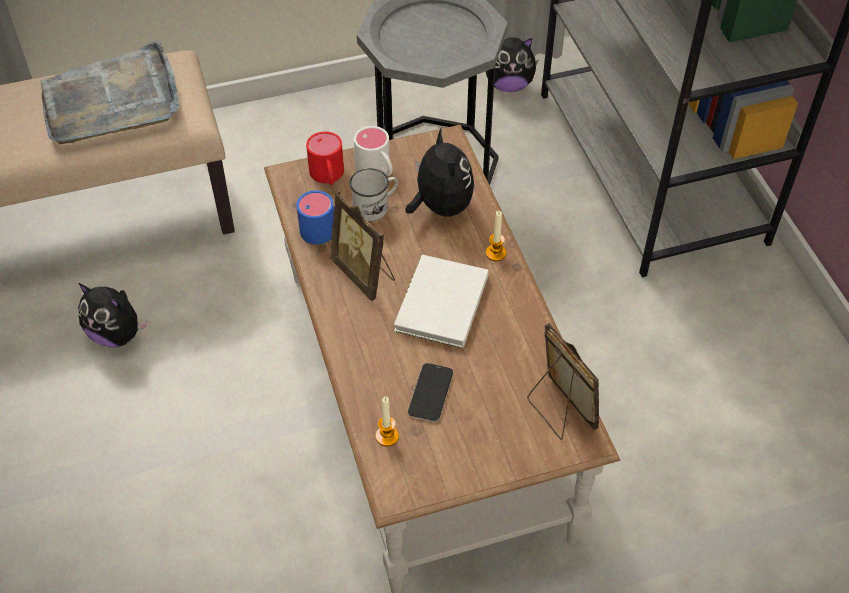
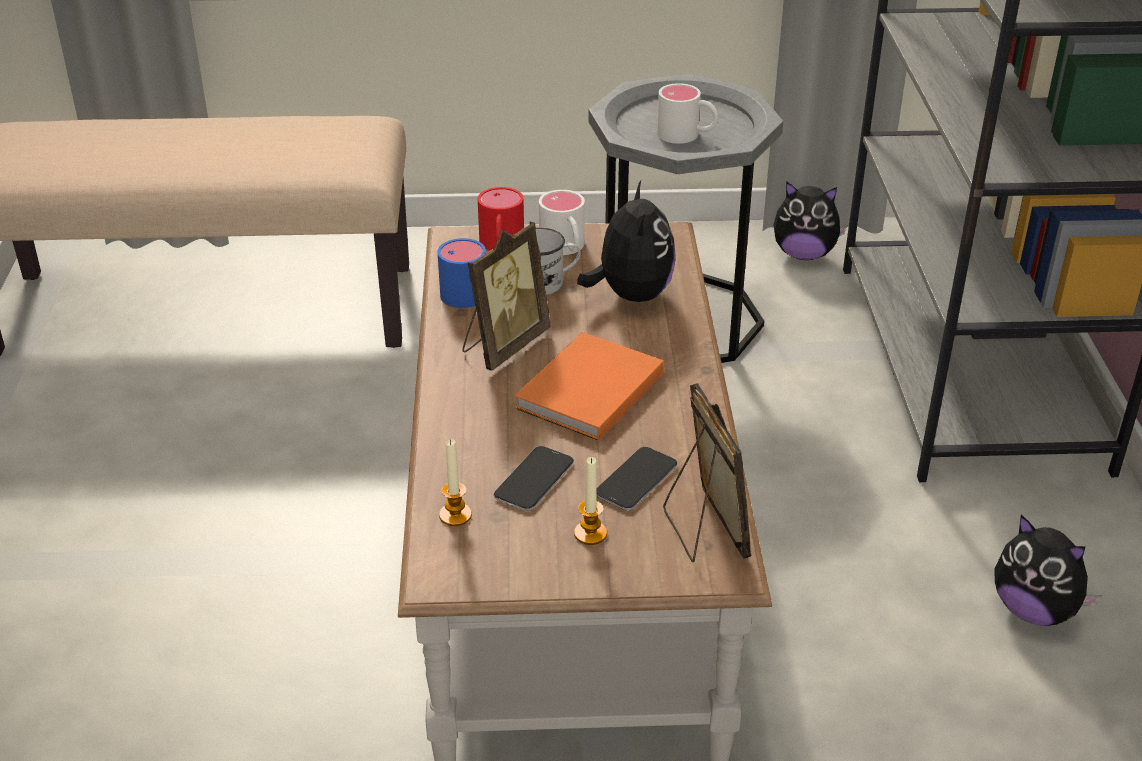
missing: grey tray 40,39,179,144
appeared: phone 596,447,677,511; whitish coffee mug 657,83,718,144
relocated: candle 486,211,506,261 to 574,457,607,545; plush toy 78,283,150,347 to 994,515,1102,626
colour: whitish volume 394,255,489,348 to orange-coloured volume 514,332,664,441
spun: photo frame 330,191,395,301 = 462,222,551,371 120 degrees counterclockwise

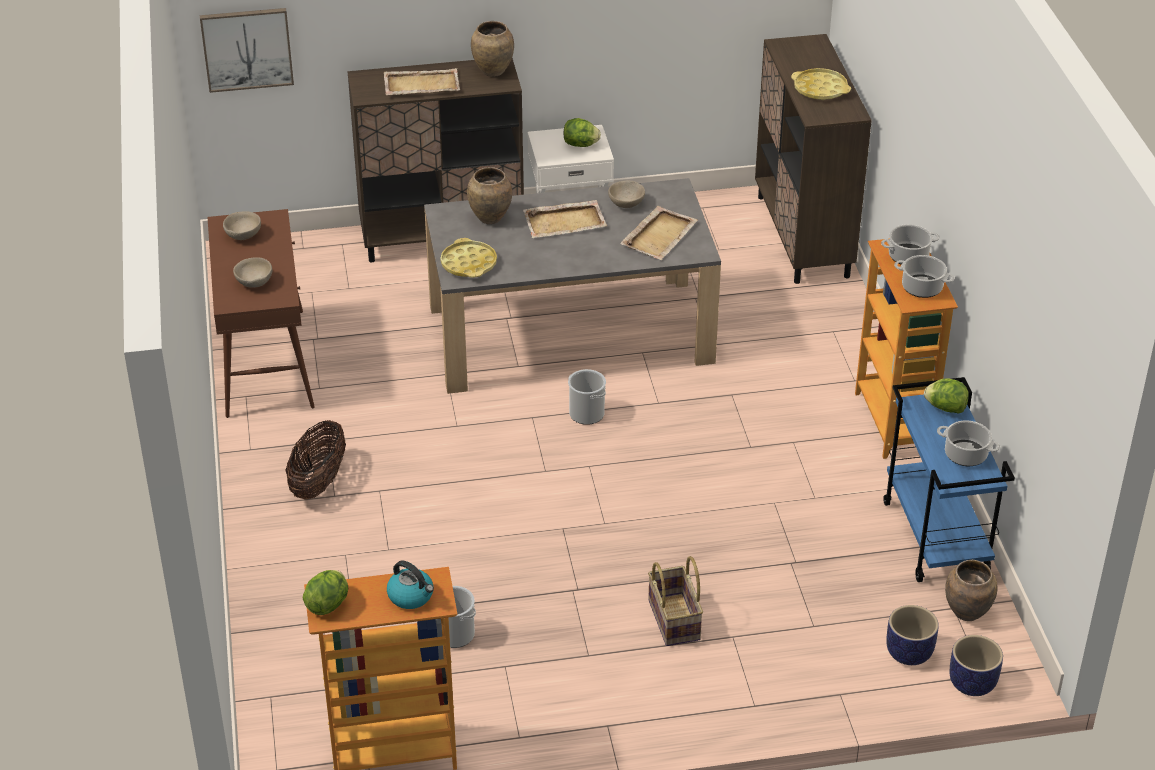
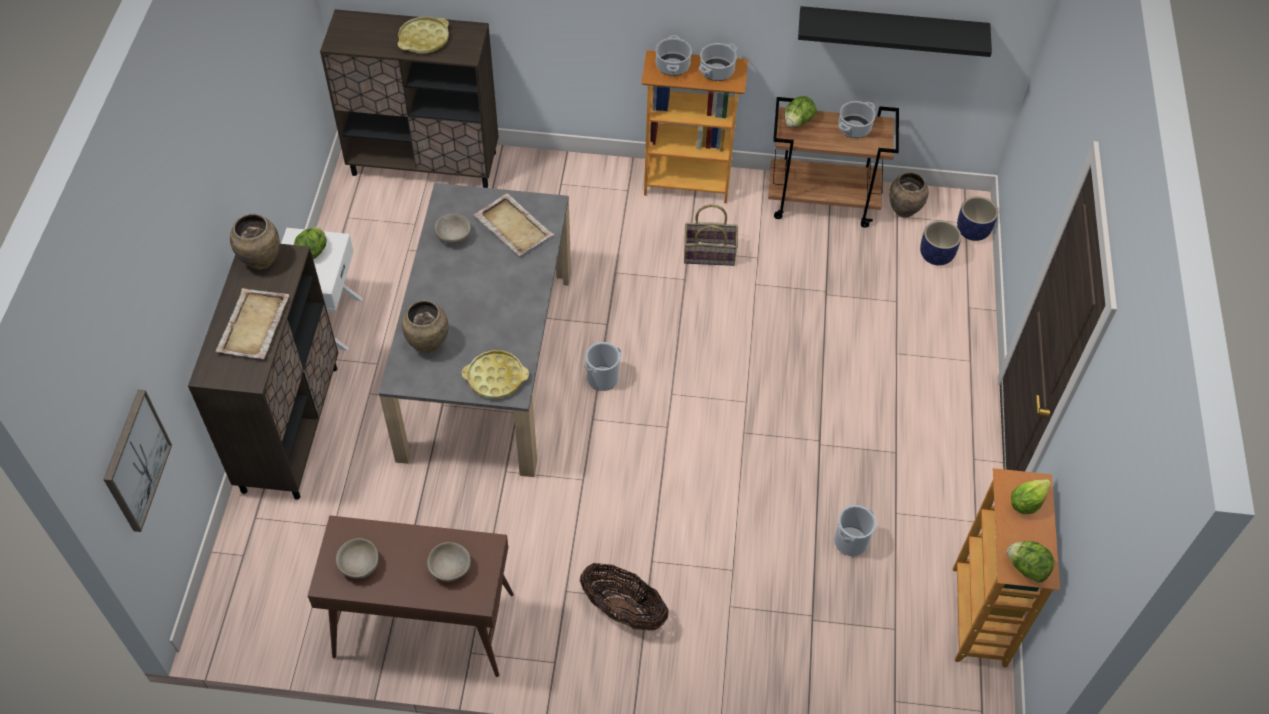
missing: beige tray 523,200,607,238
appeared: blackish bracket shelf 798,6,992,57
relocated: basket 648,556,703,646 to 684,204,738,266
exchanged: kettle 387,560,434,609 to head of lettuce 1011,479,1051,514
colour: bluish trolley 883,377,1015,582 to brown trolley 768,97,899,227

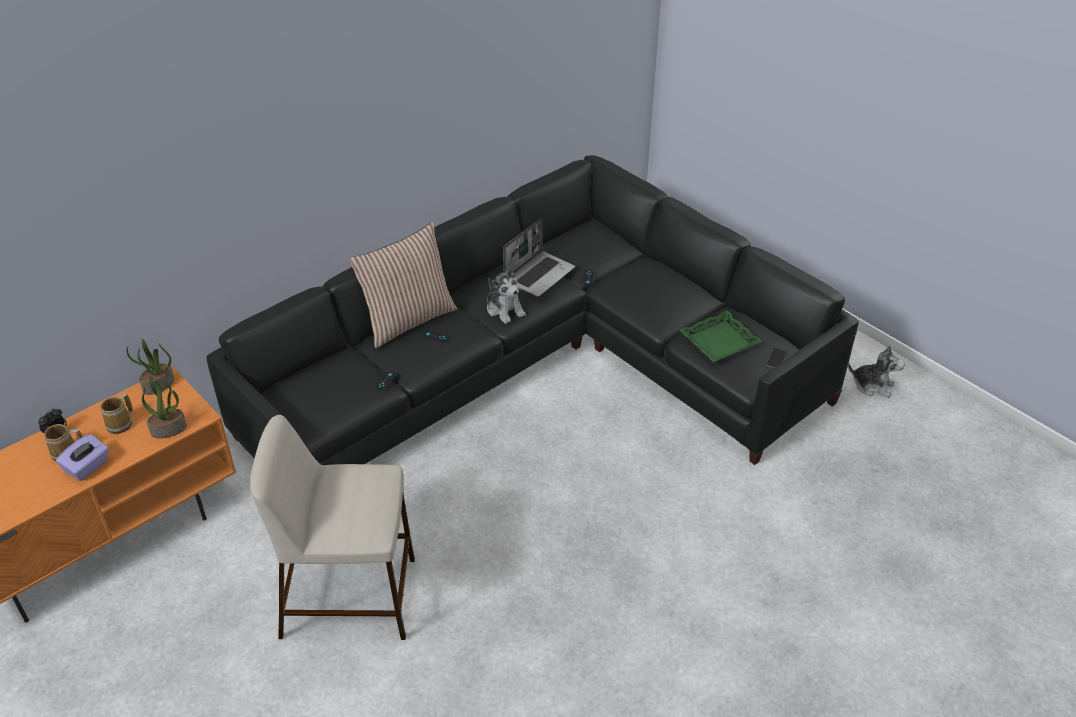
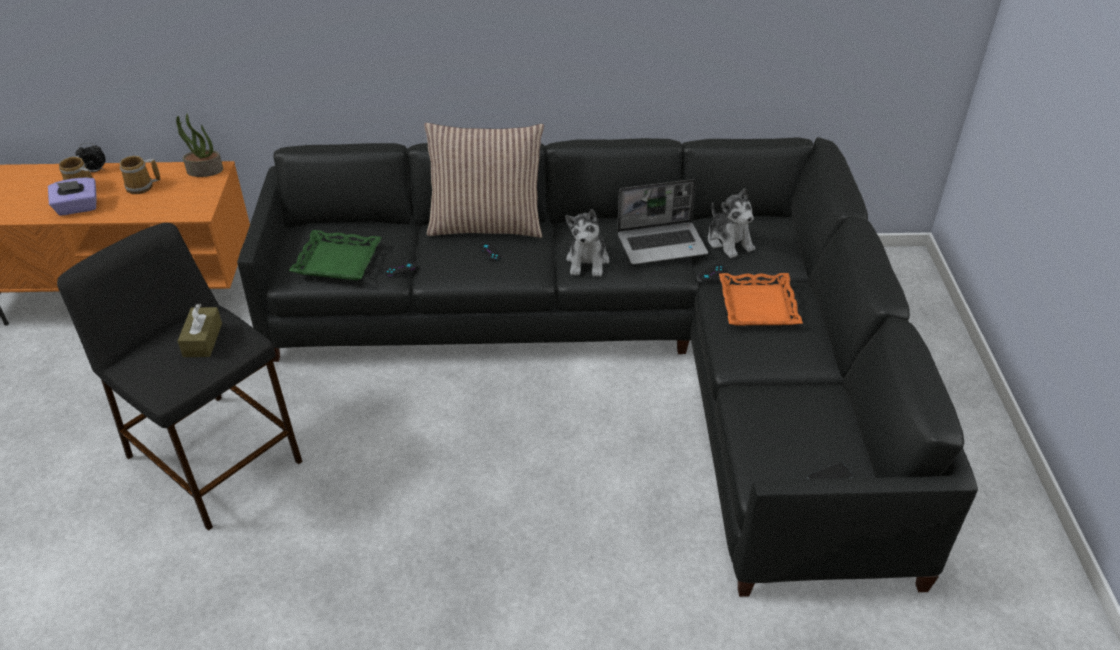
missing: houseplant 142,375,187,439
appeared: brown tissue holder 178,304,222,357; orange-coloured tray 719,273,803,325
relocated: green-coloured tray 679,310,762,362 to 289,230,382,280; plush toy 848,345,905,398 to 708,188,755,258
colour: beige stool seat 250,415,415,640 to blackish stool seat 57,223,303,531

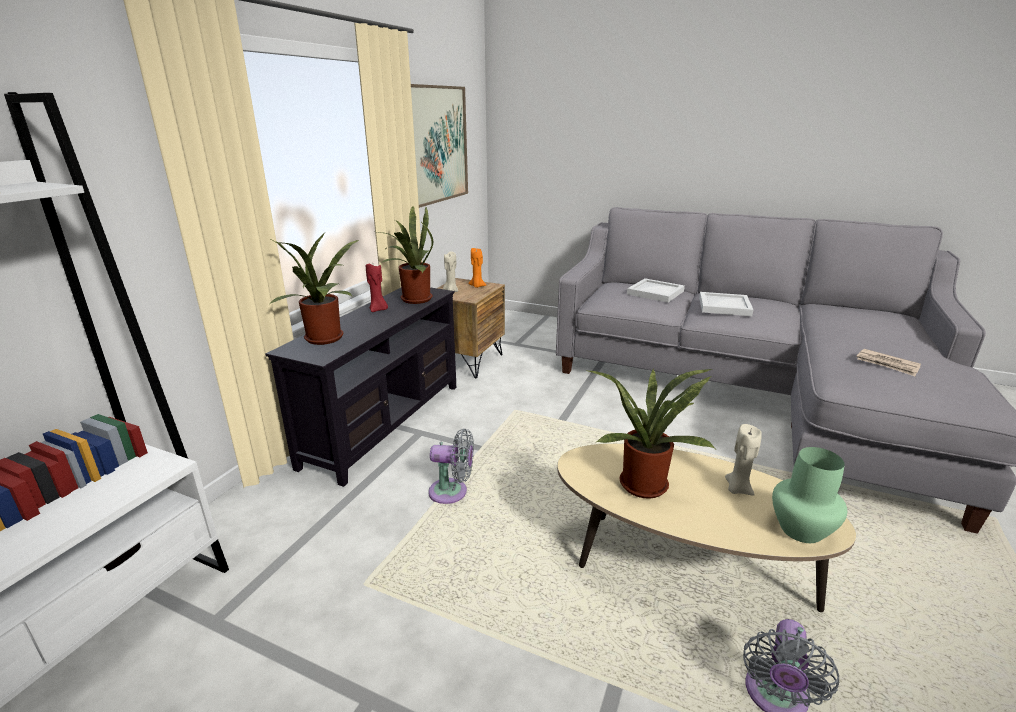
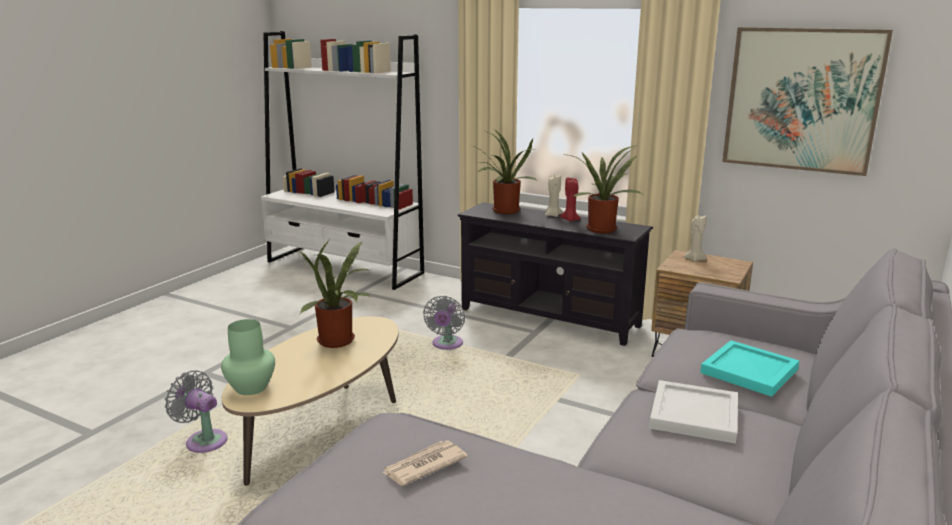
missing: orange-coloured candle 468,248,486,288
relocated: beige candle 725,424,762,496 to 545,174,563,217
colour: whitish tray 627,278,685,303 to turquoise tray 700,340,800,397

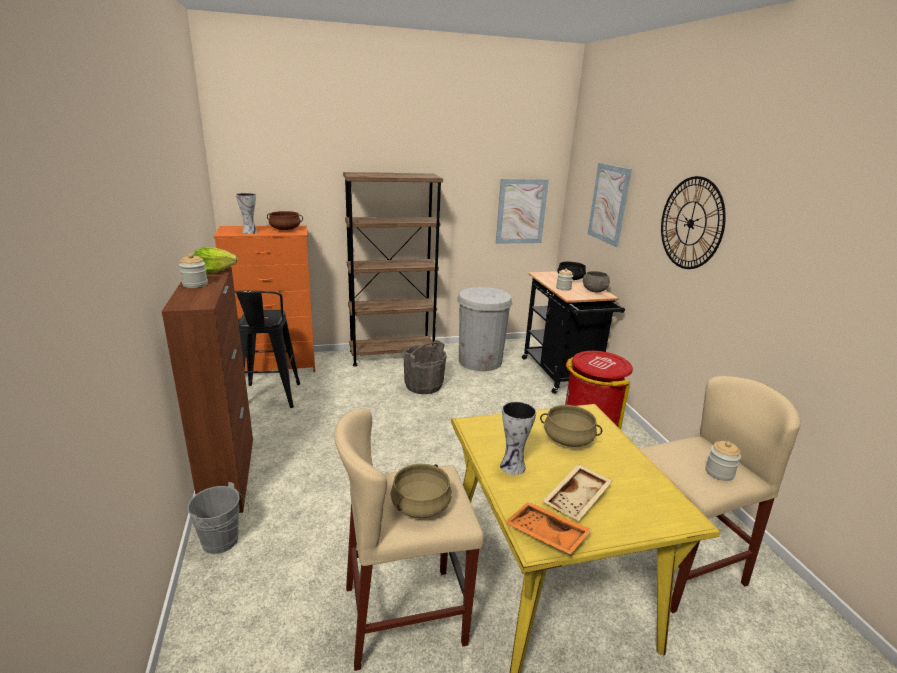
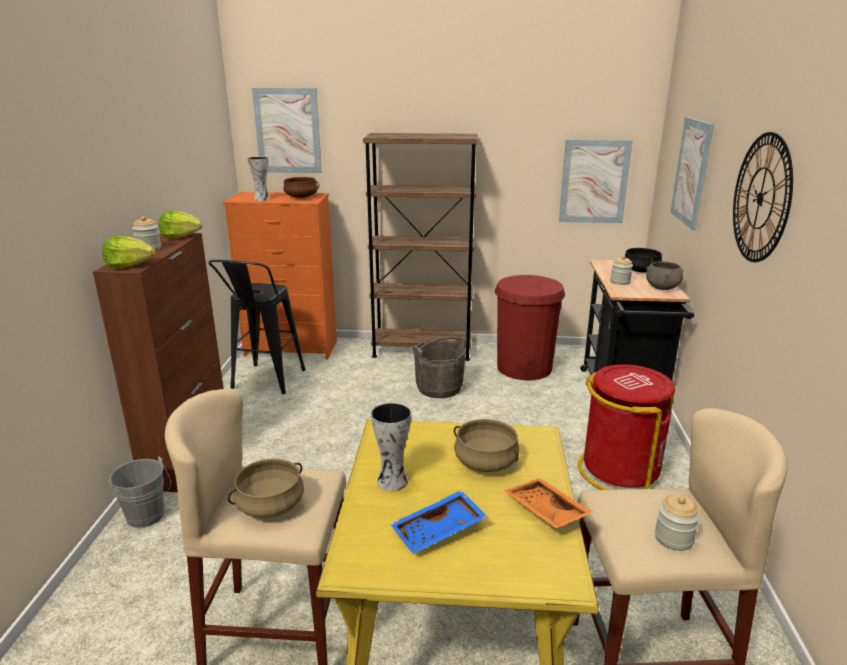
appeared: head of lettuce 102,236,155,268; wall art 252,88,322,173
relocated: orange-coloured tray 505,502,592,554 to 504,478,594,528
colour: beige tray 543,464,612,521 to bluish tray 390,490,487,554; whitish waste bin 457,287,513,371 to reddish waste bin 495,275,565,380

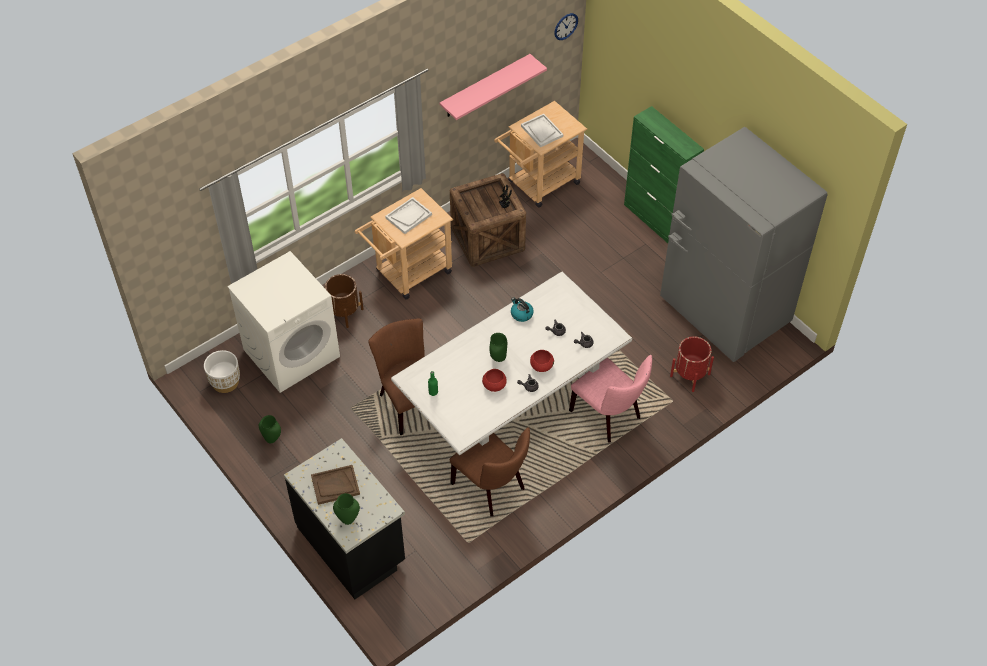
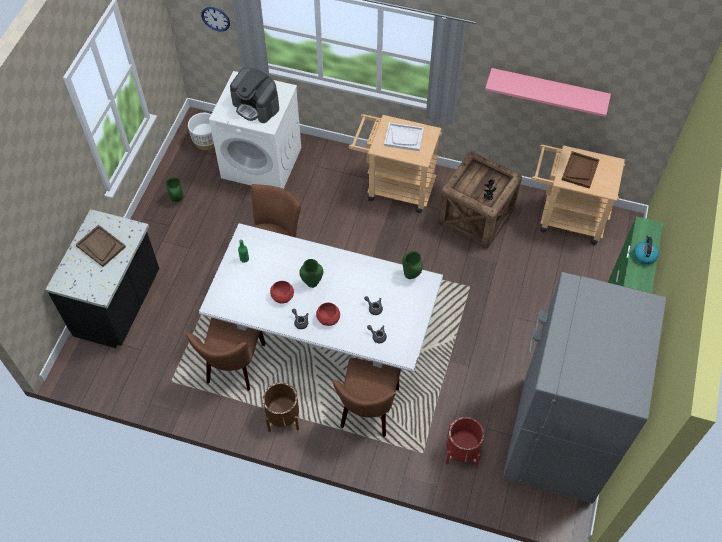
appeared: coffee machine 230,68,279,123
relocated: wall clock 554,13,578,40 to 201,7,230,31; brown planter 325,274,363,328 to 263,382,299,432; green-coloured decorative vase 333,493,360,525 to 402,251,422,279; kettle 511,298,534,322 to 634,235,659,264
colour: pink plain chair 569,355,652,443 to brown plain chair 332,358,401,437; whitish tray 521,114,563,147 to brown tray 561,151,600,189

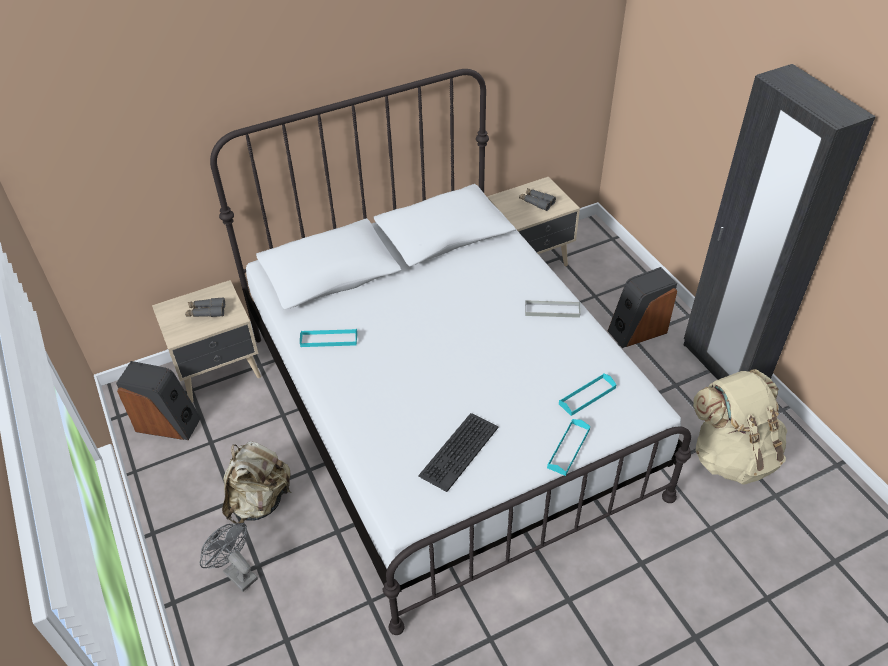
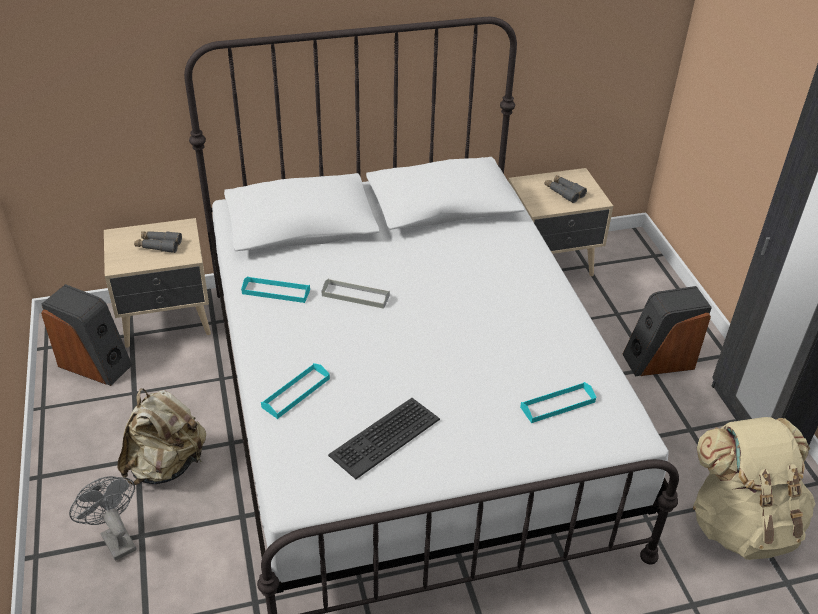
relocated: turquoise tray 547,419,590,476 to 261,363,330,419; grey tray 525,300,581,318 to 322,279,390,309

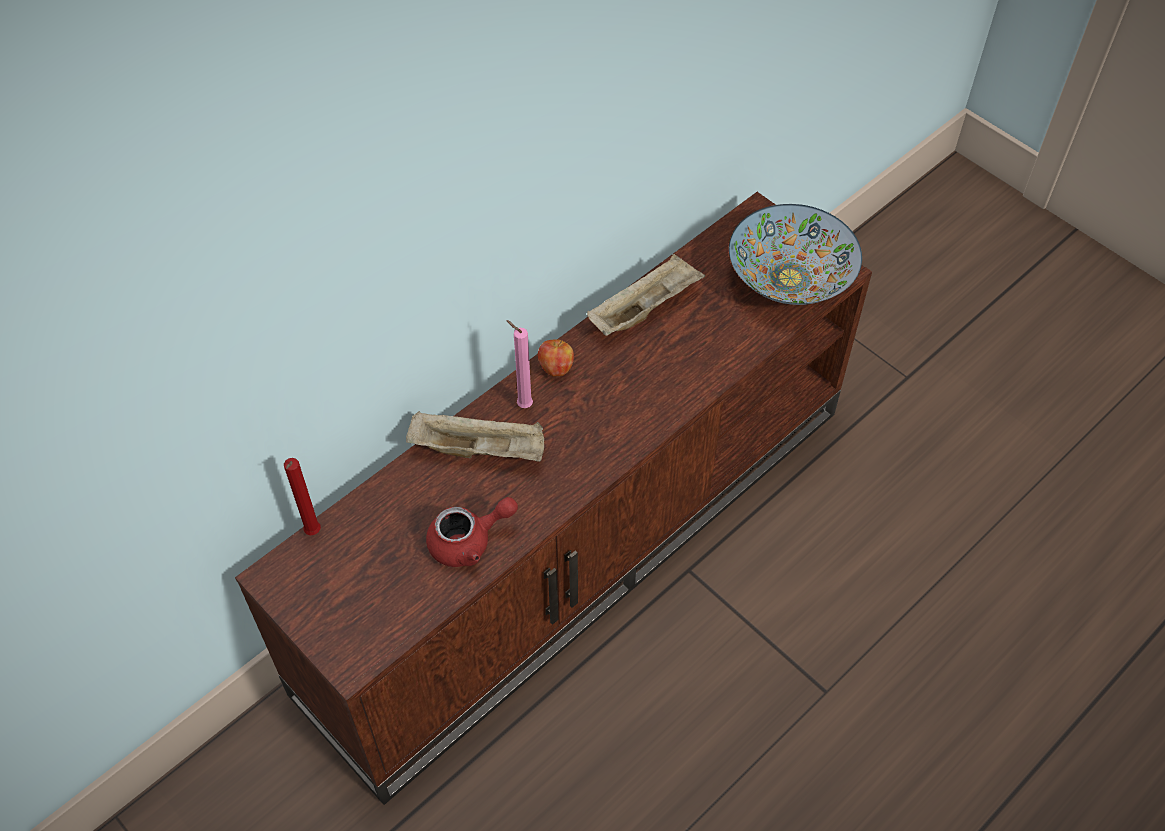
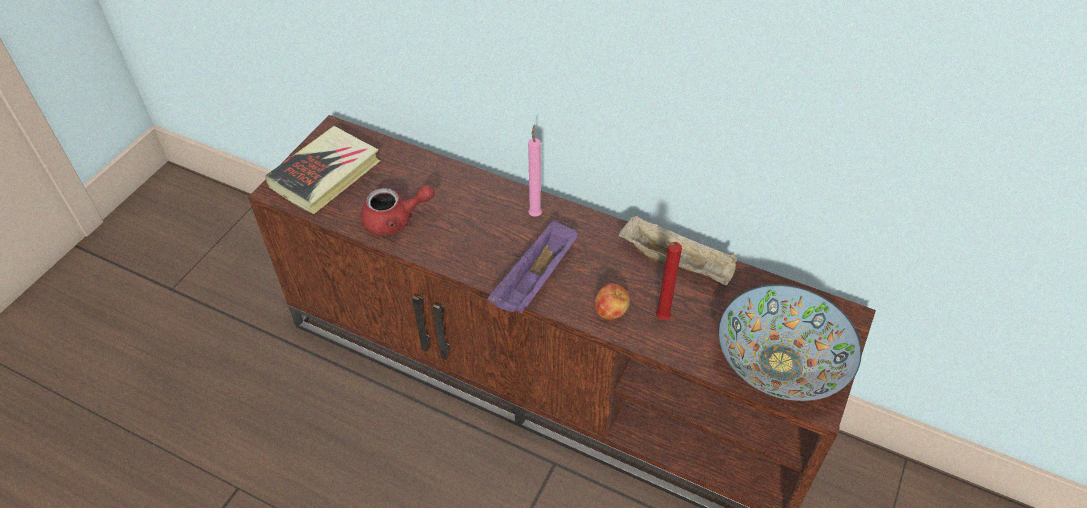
missing: beige tray 406,411,544,462
appeared: volume 265,126,380,214; purplish tray 487,220,578,313
relocated: apple fruit 538,339,574,377 to 594,283,630,320; reddish candle 284,458,321,535 to 656,241,682,320
spun: reddish pot for tea 426,497,518,567 = 361,185,435,235 60 degrees counterclockwise

